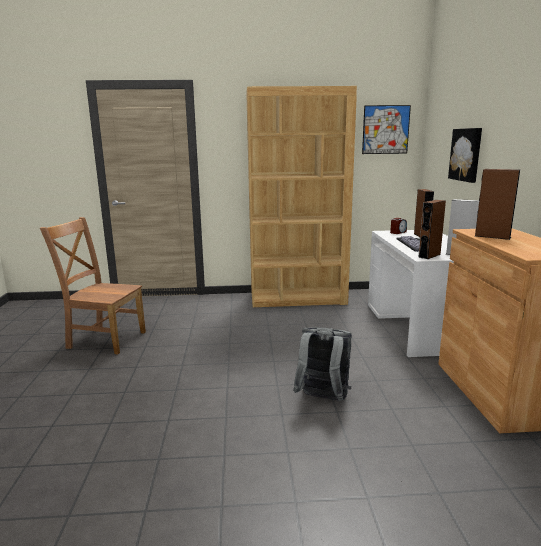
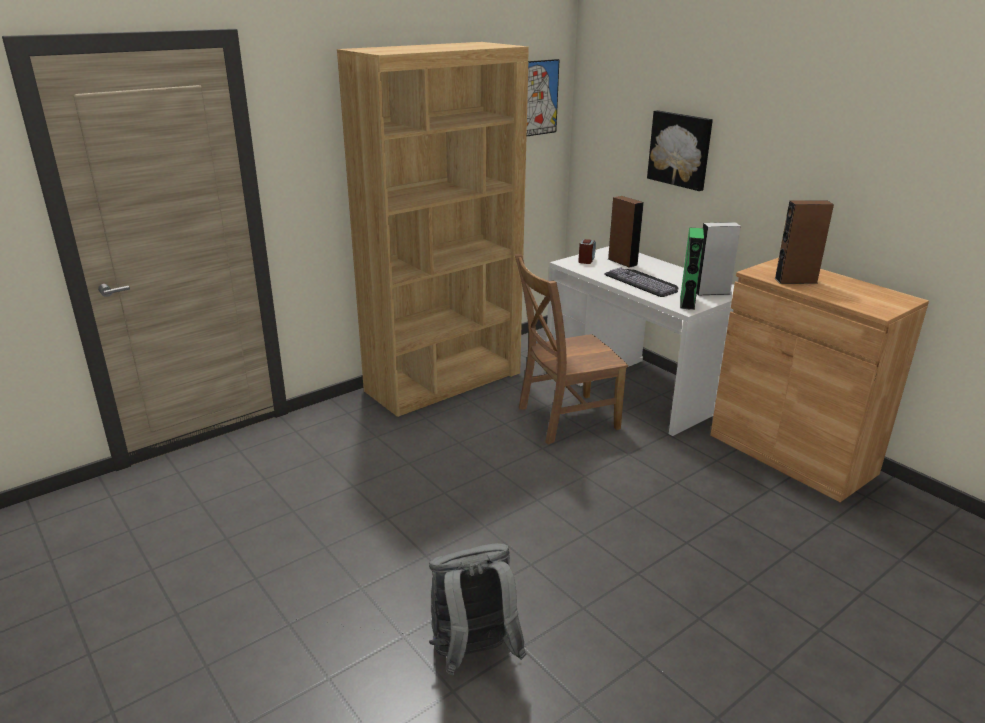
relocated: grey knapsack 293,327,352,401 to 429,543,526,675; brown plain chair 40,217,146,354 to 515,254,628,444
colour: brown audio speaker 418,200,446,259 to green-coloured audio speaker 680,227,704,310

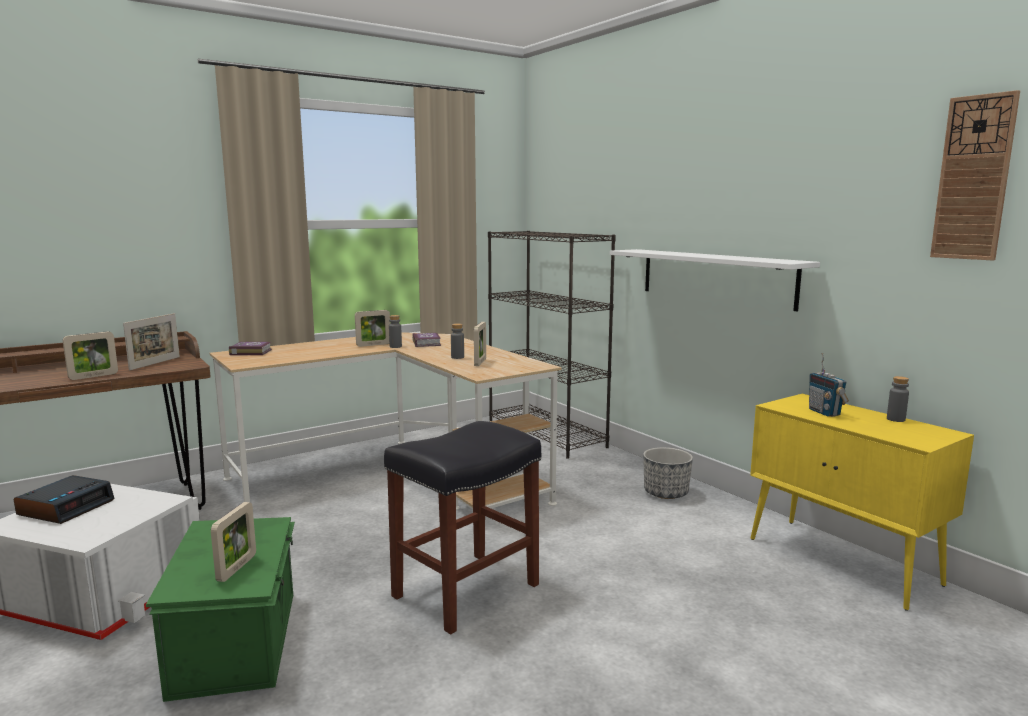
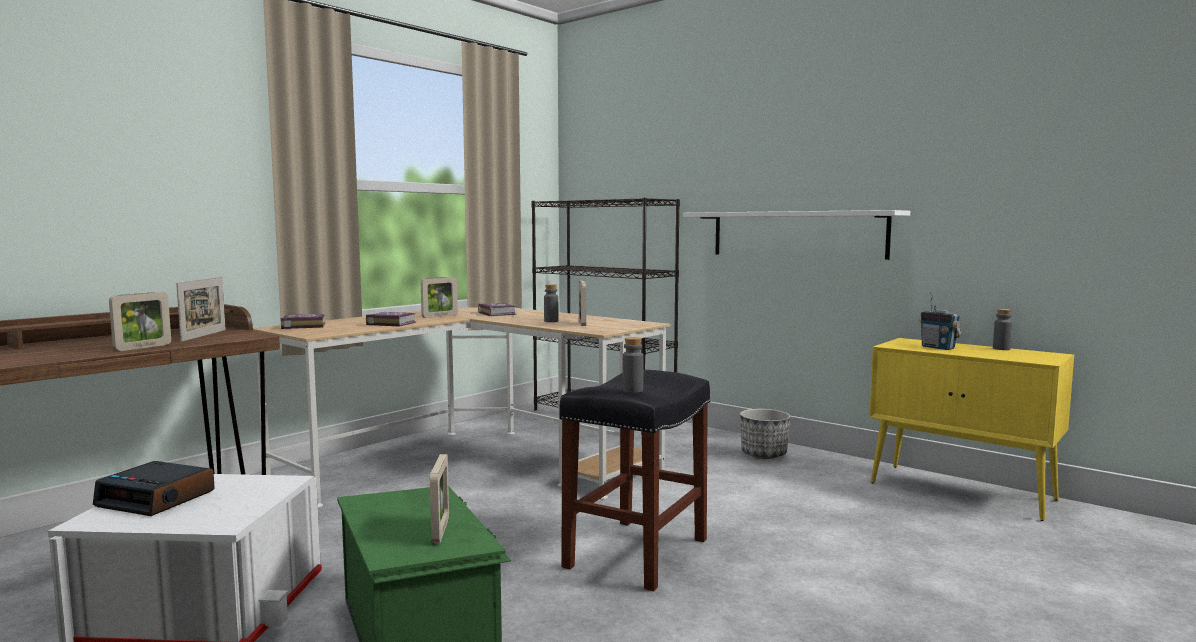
missing: wall clock 930,90,1020,261
appeared: volume 366,312,416,327
relocated: grey drink bottle 389,315,402,348 to 622,337,643,393
spun: bedside clock 13,475,115,524 = 93,461,215,516 105 degrees clockwise

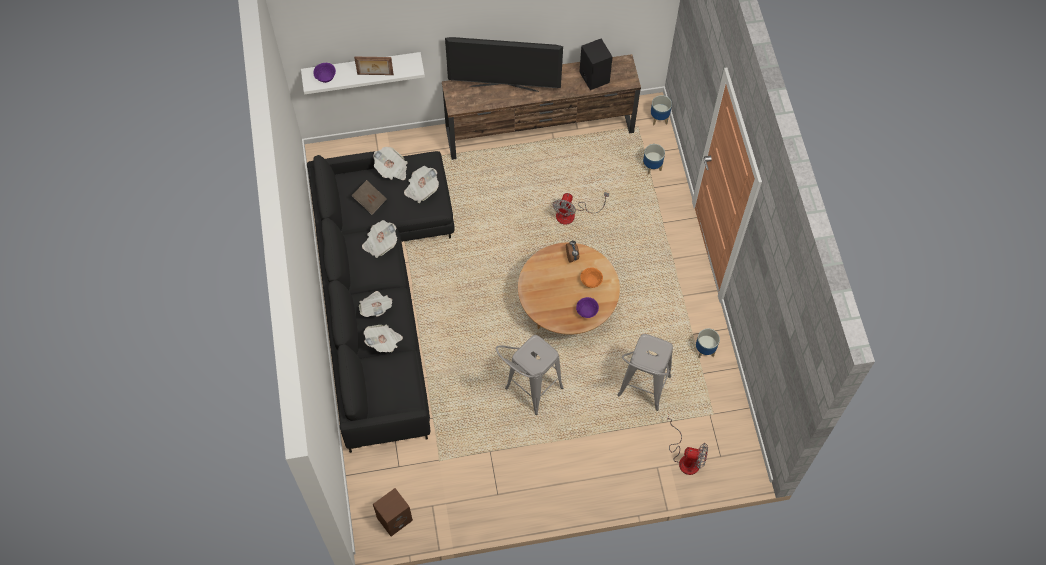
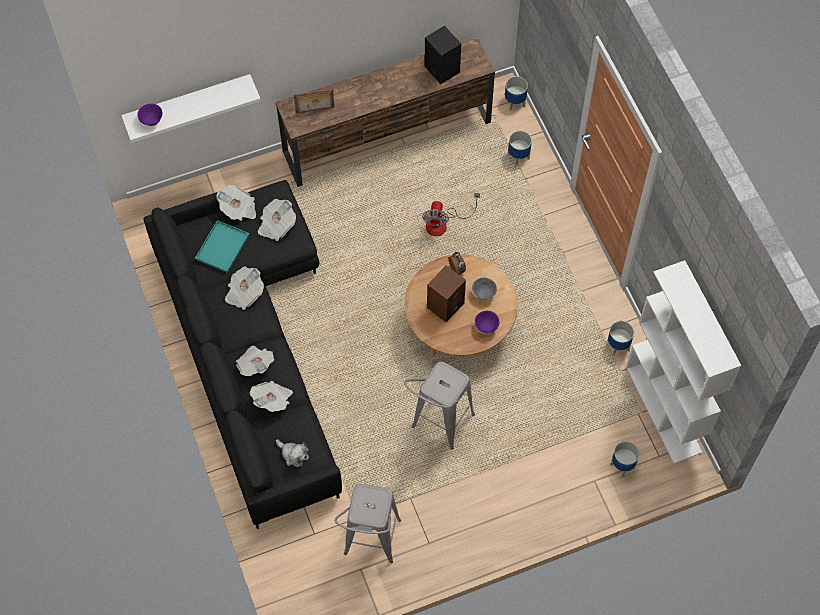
missing: television 445,37,563,92
appeared: plush toy 276,439,309,467; whitish shelving unit 626,260,741,464
relocated: photo frame 354,57,394,75 to 294,89,334,113; grey stool seat 618,334,673,411 to 334,484,401,563; brown audio speaker 373,488,413,536 to 427,265,466,322
exchanged: brown volume 352,180,387,215 to turquoise tray 195,220,249,273; electric fan 667,415,708,475 to planter 611,441,639,477
colour: orange-coloured deep dish 580,267,603,288 to grey deep dish 472,277,497,300

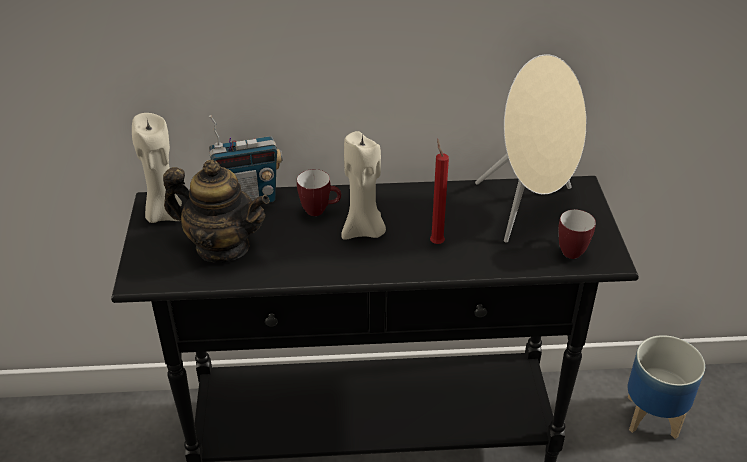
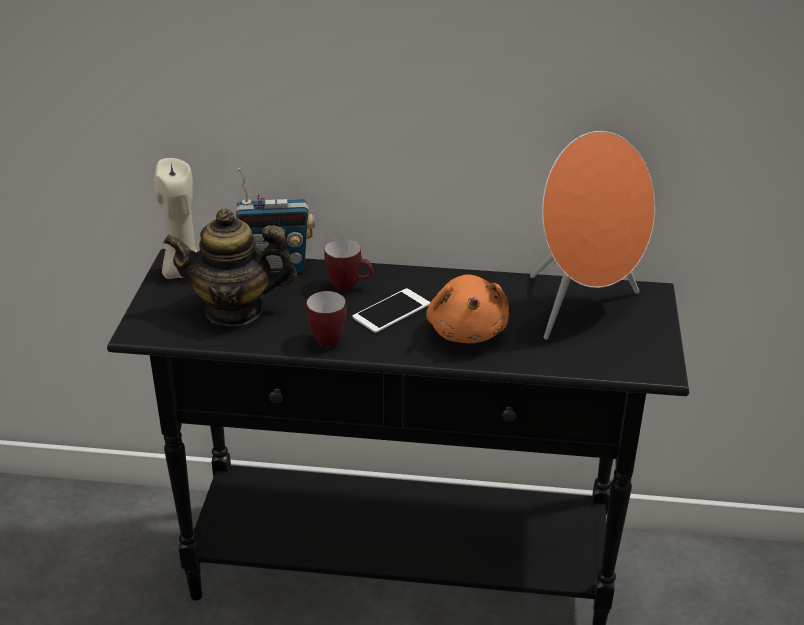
missing: planter 628,335,705,439
relocated: coffee mug 558,209,596,259 to 306,291,346,347
exchanged: beige candle 341,131,386,240 to phone 353,288,430,333; reddish candle 430,139,449,244 to orange-coloured plush toy 426,275,509,343
colour: beige audio speaker 475,54,586,243 to orange-coloured audio speaker 530,131,655,340
spun: pot for tea 163,160,270,263 = 163,208,297,326 150 degrees clockwise

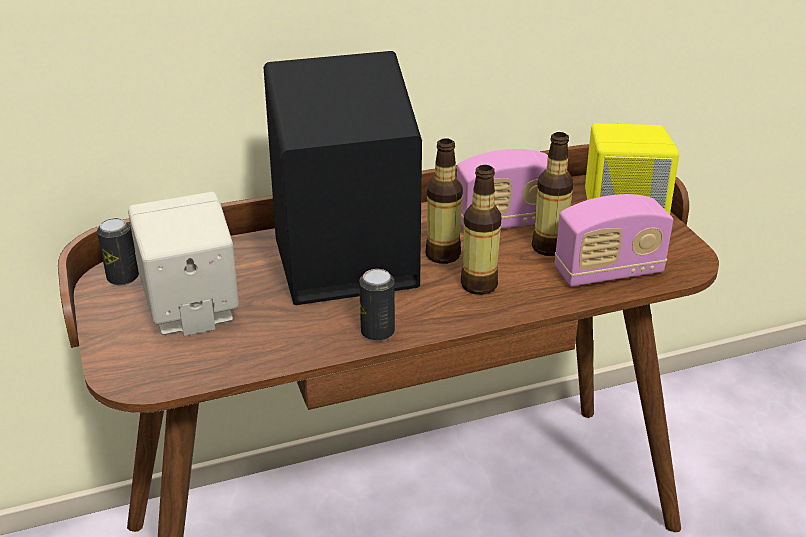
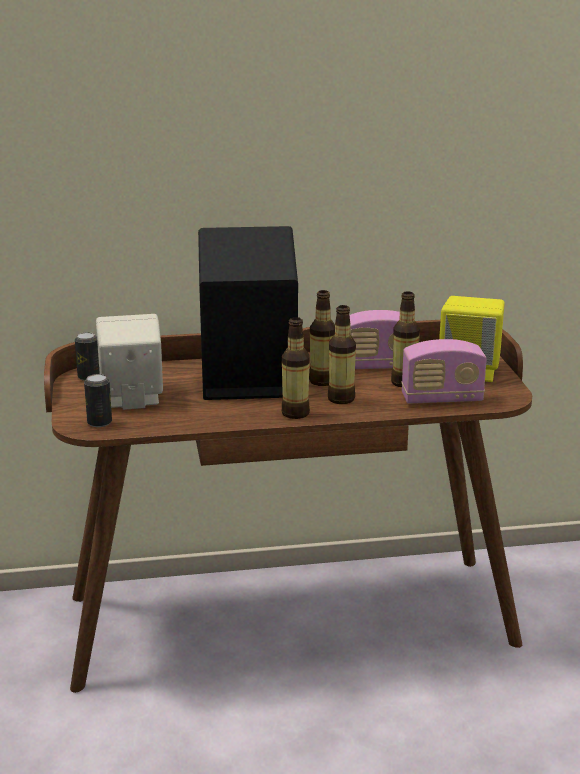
appeared: drink bottle 281,317,310,419
relocated: sealed can 359,269,395,341 to 84,374,112,427

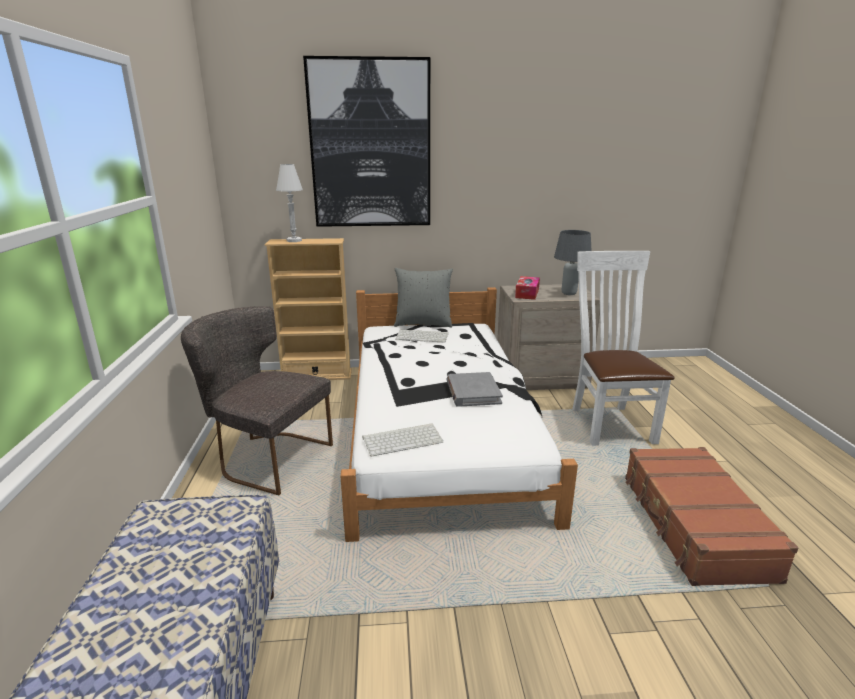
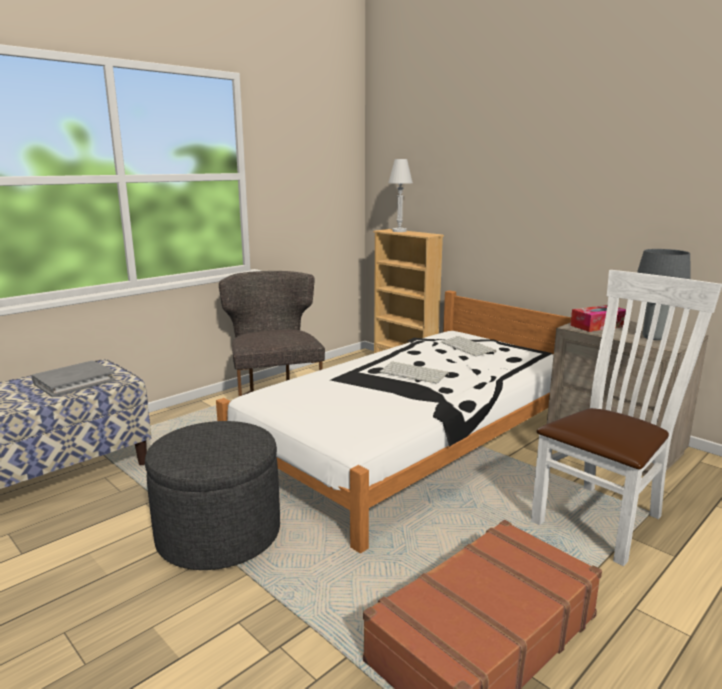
missing: wall art 303,56,430,227; grey throw pillow 394,268,453,327
appeared: grey pouffe 145,421,280,570
relocated: grey volume 447,372,503,407 to 32,361,115,397; keyboard 362,423,443,457 to 380,361,449,384

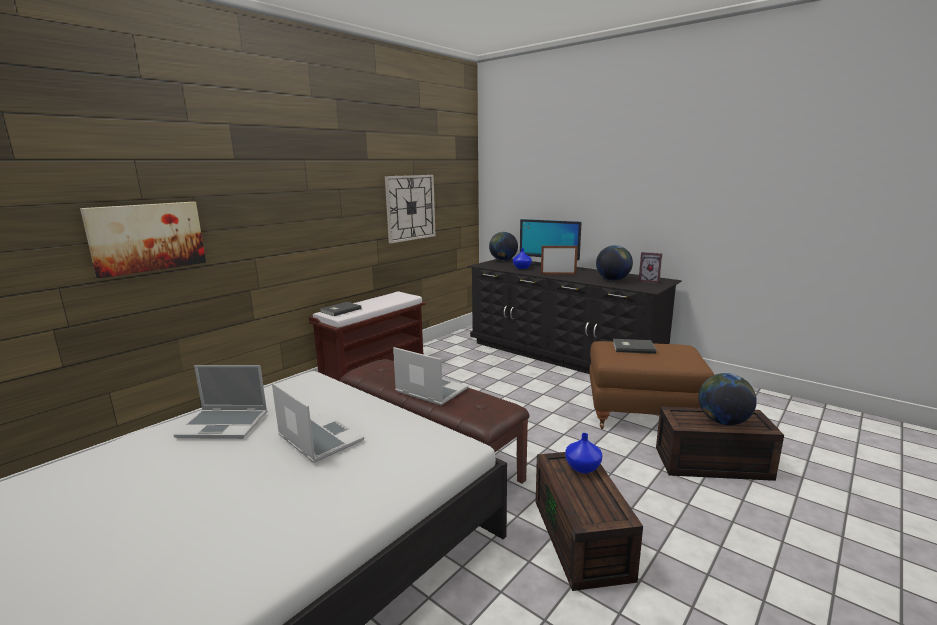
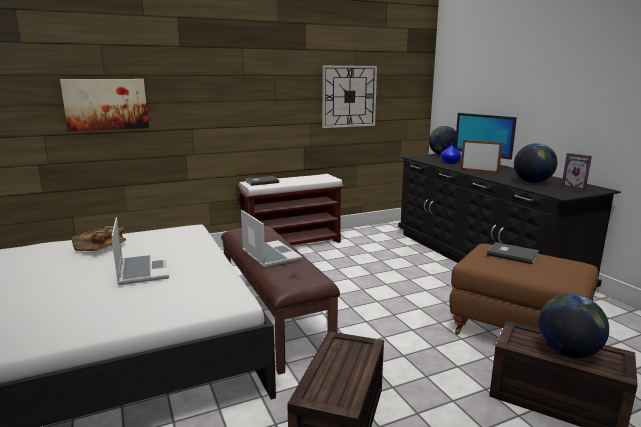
missing: bluish decorative vase 565,433,603,473
exchanged: laptop 174,365,267,439 to volume 72,226,126,251

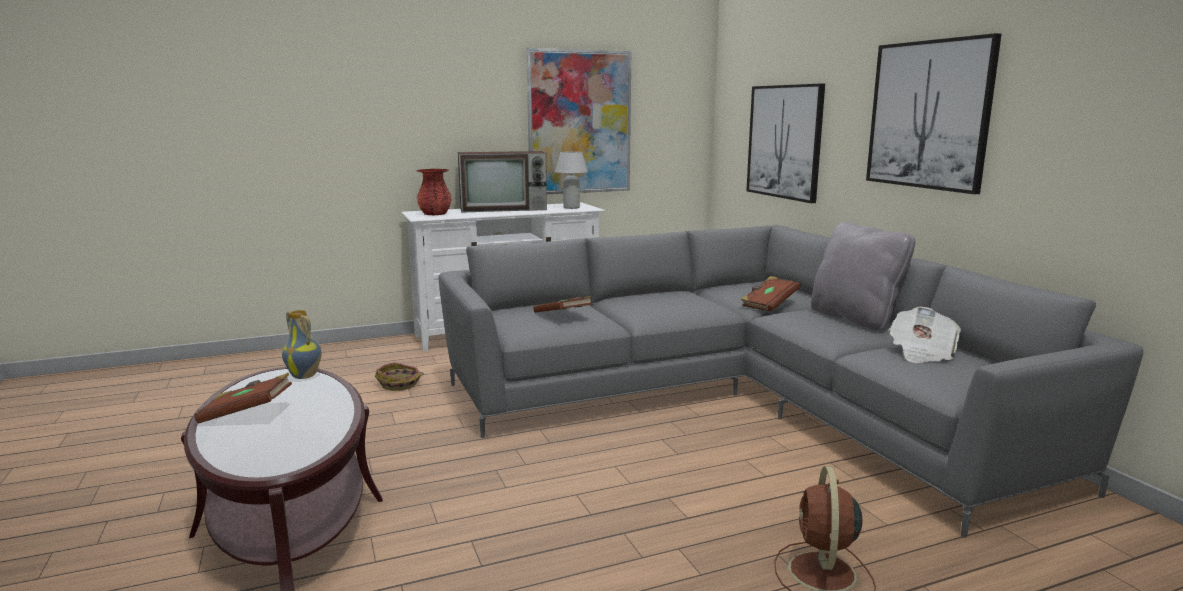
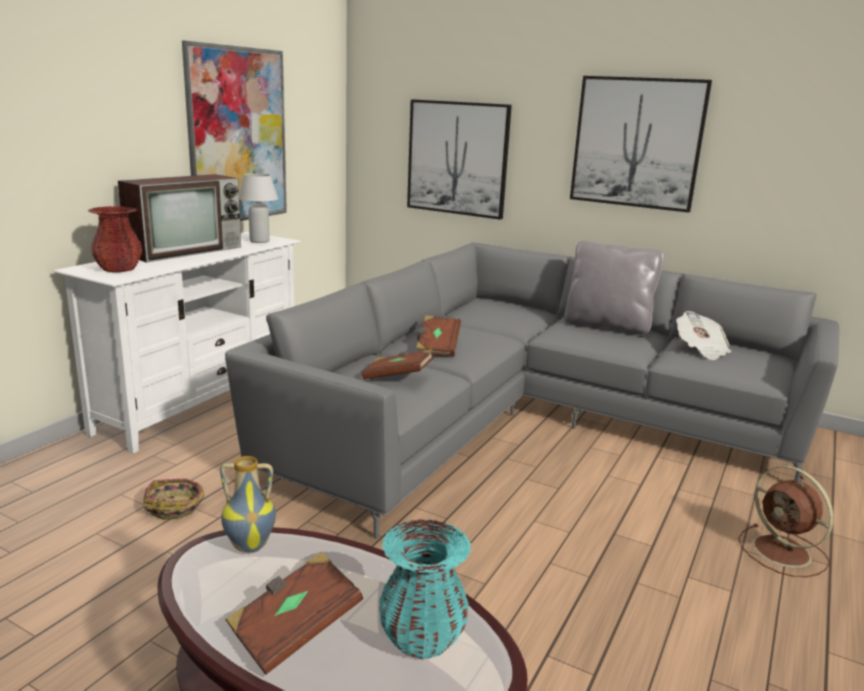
appeared: turquoise decorative vase 379,519,471,659
relocated: brown volume 741,276,800,312 to 416,315,461,357

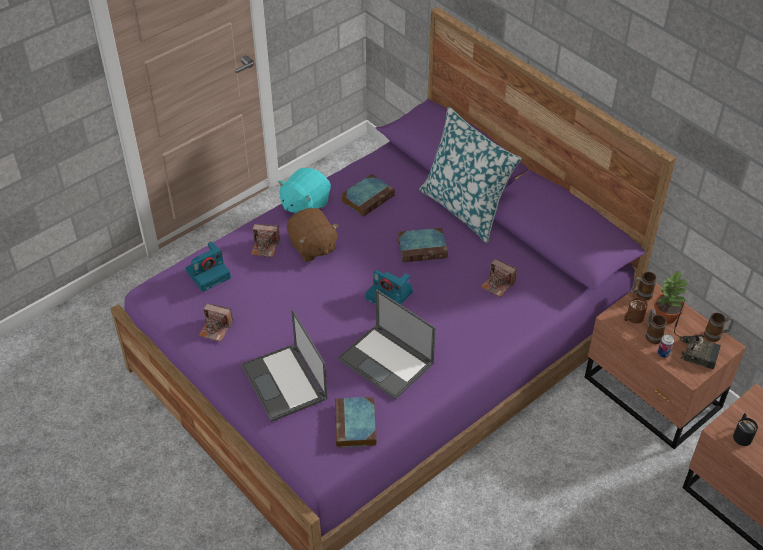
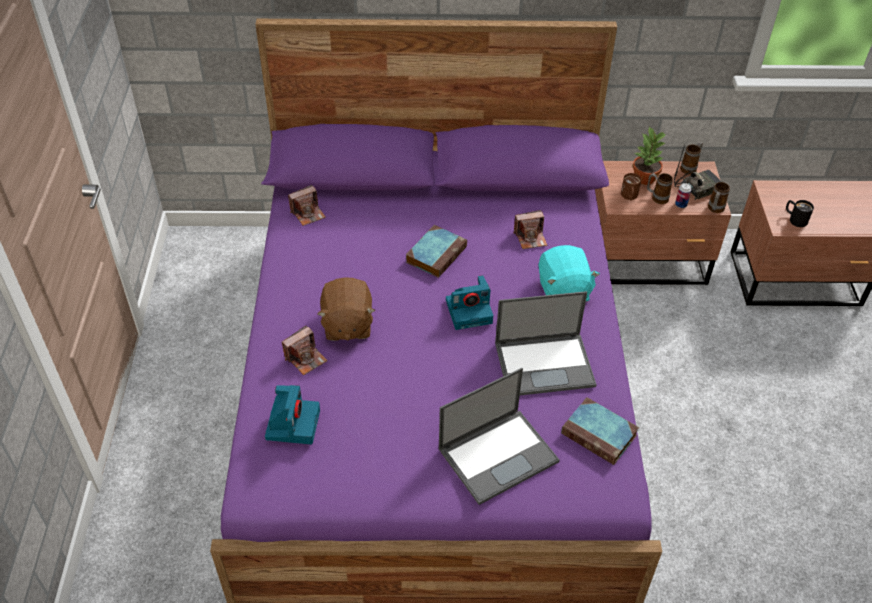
missing: volume 341,174,395,217; throw pillow 419,107,521,243
relocated: photo camera 198,303,233,342 to 288,185,326,226; turquoise plush toy 278,168,331,213 to 539,245,600,302; coffee mug 632,272,656,300 to 708,182,730,213
spun: brown plush toy 287,208,339,262 = 317,278,375,341 75 degrees clockwise; laptop 241,309,328,422 = 439,368,560,505 45 degrees counterclockwise

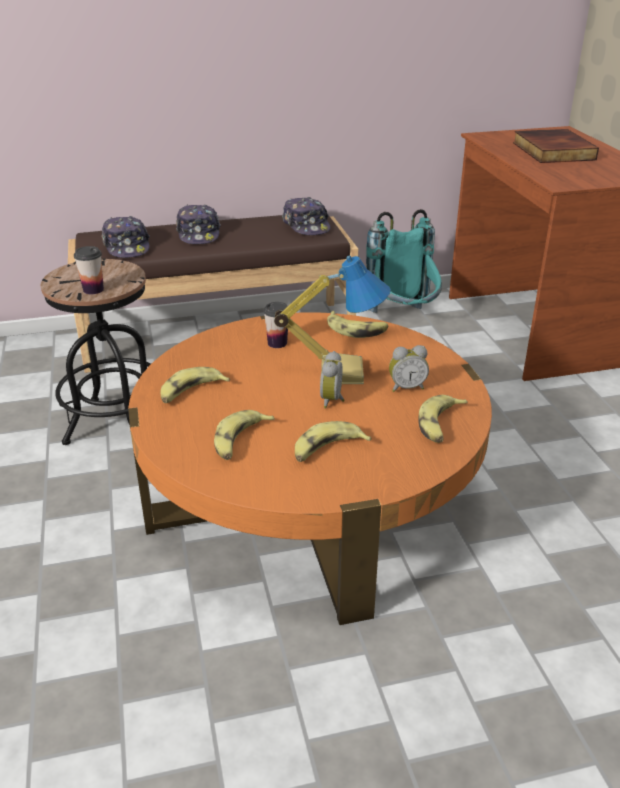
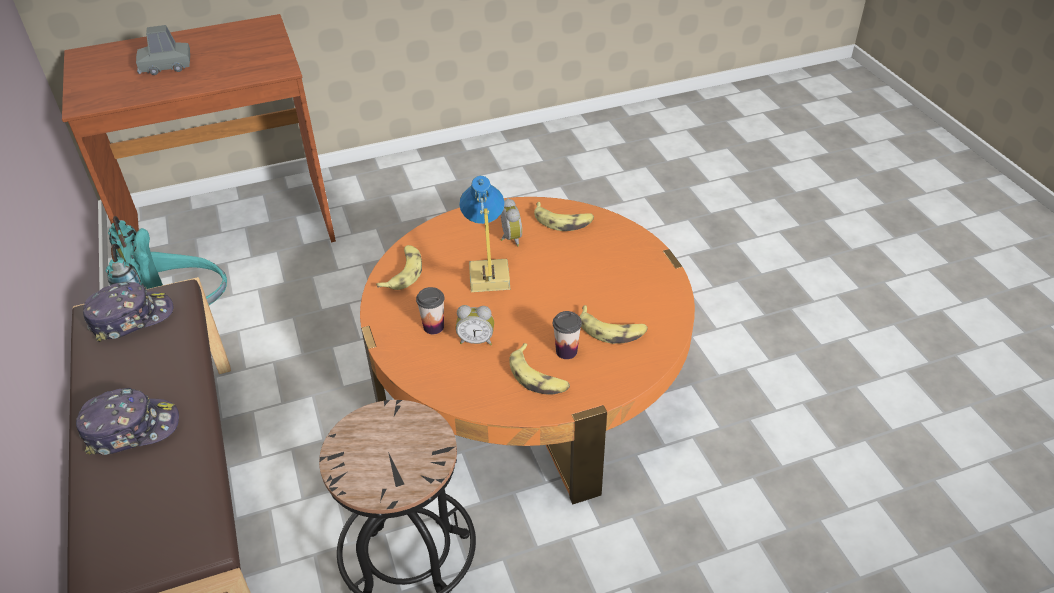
missing: peaked cap 101,216,150,258; banana fruit 295,421,372,462
relocated: bedside clock 320,351,345,408 to 456,305,494,345; cup 74,246,104,294 to 553,311,582,359
exchanged: volume 513,129,599,163 to grey model car 136,25,190,75

